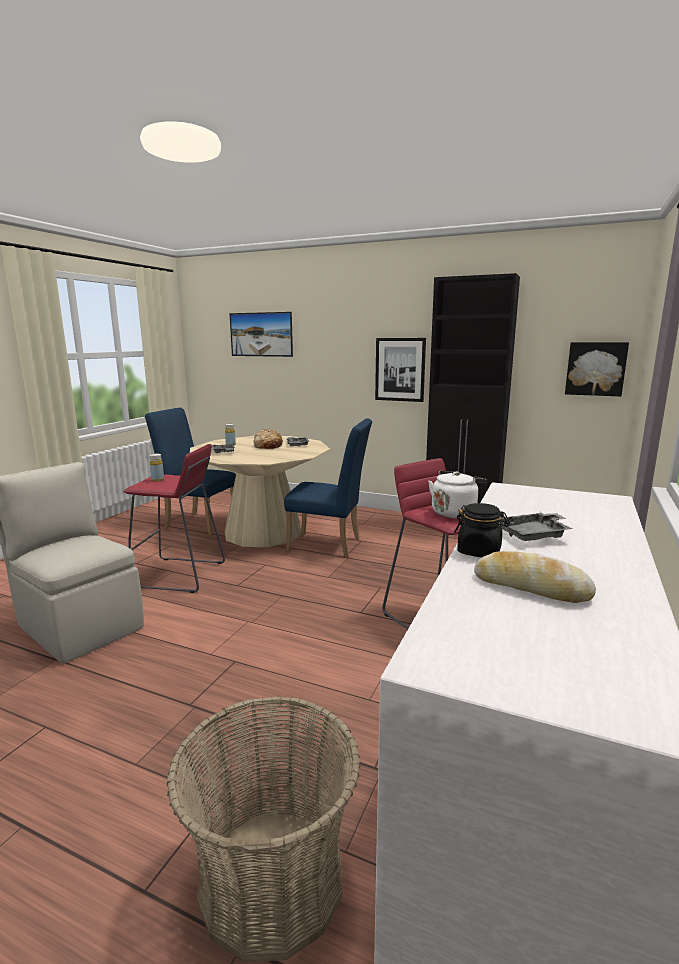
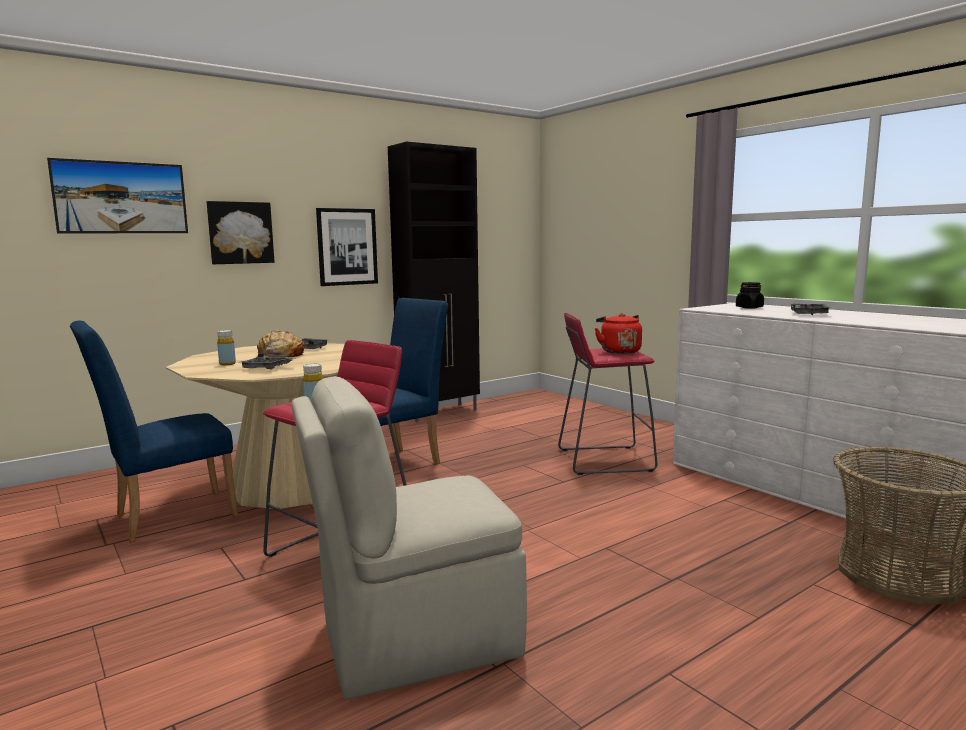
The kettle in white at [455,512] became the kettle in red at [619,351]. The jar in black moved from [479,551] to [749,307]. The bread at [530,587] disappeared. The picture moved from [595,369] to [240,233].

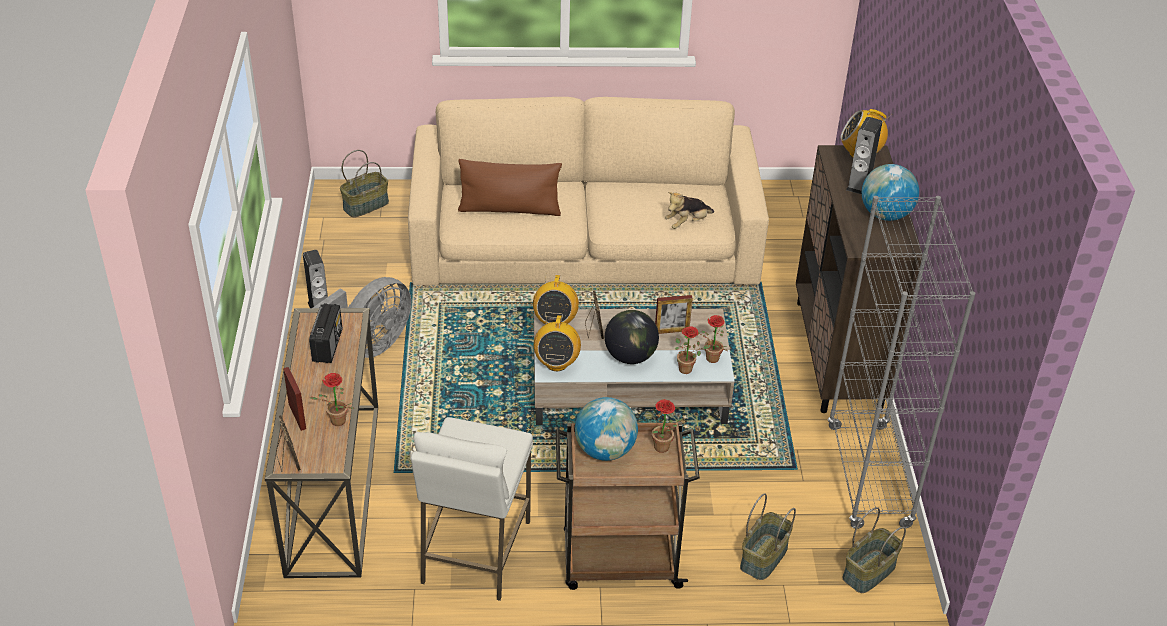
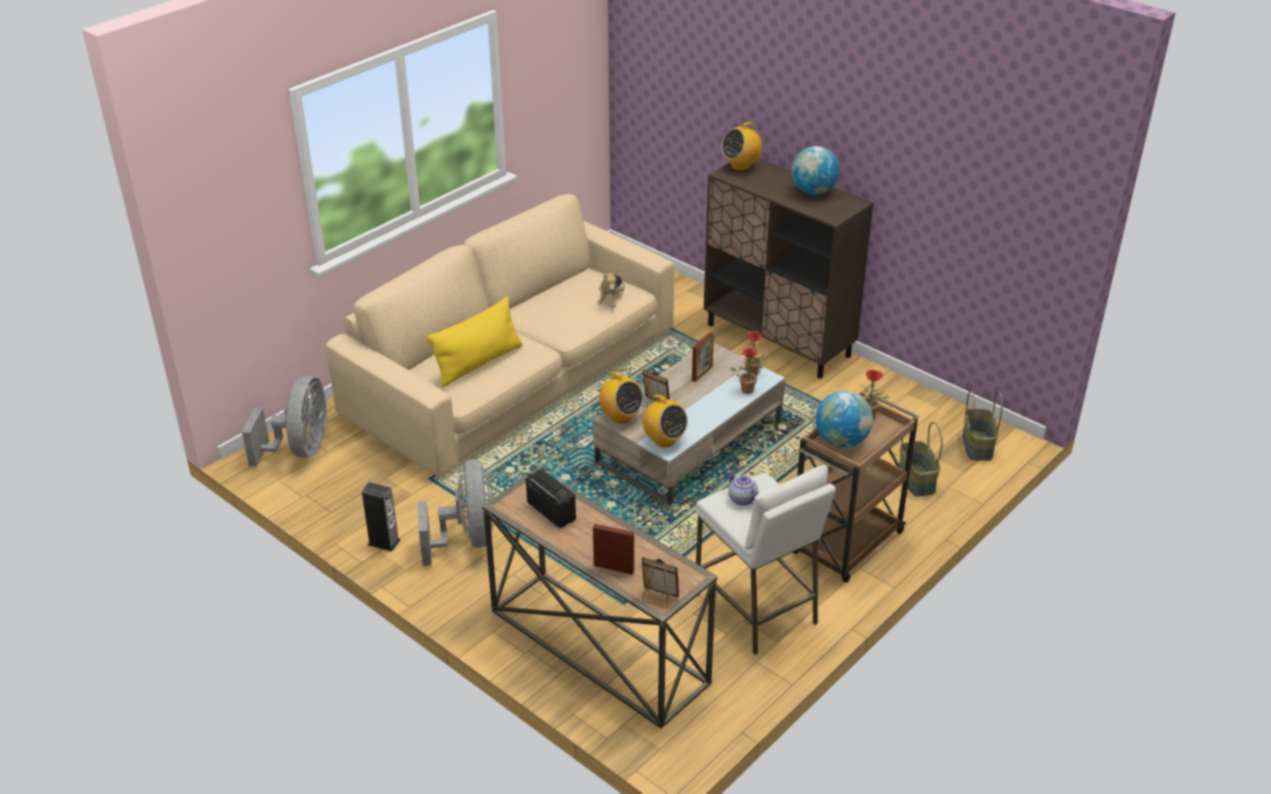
The potted plant at [335,422] disappeared. The basket at [366,205] was replaced by the fan in grey at [300,450]. The pillow in brown at [509,209] became the pillow in yellow at [478,363]. The globe at [630,356] disappeared. The bookcase in grey at [868,477] disappeared. The speaker at [859,185] disappeared. The teapot at [741,499] appeared.

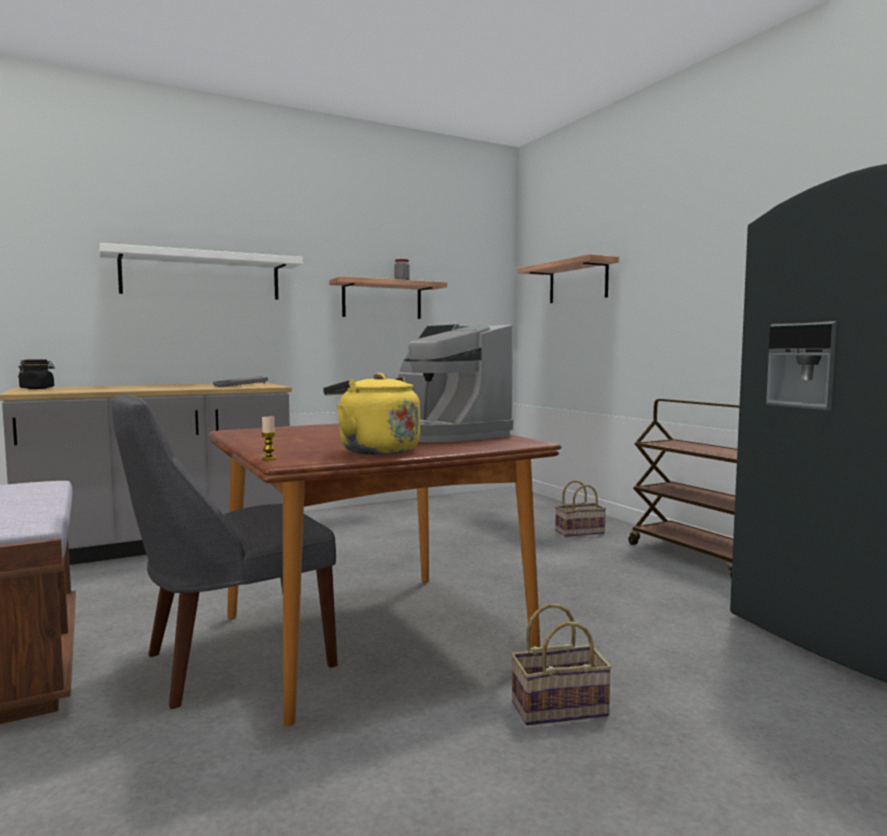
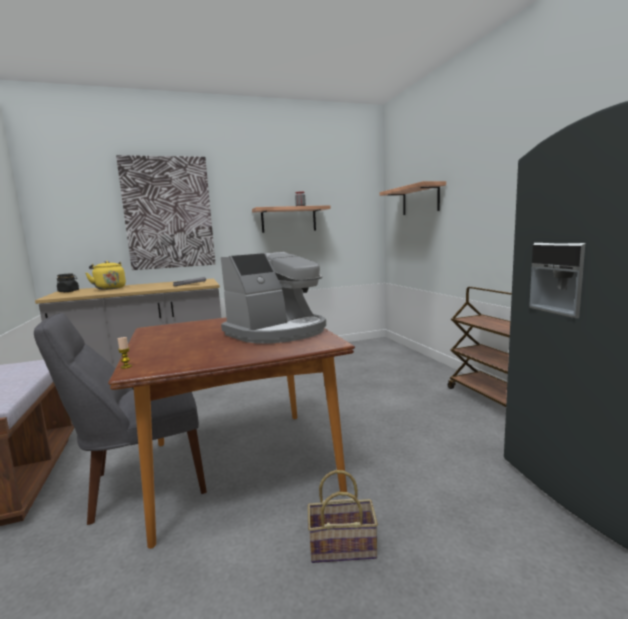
The shelf in white at [202,276] was replaced by the picture at [168,213]. The kettle in yellow moved from [374,451] to [109,288]. The coffee machine at [439,434] turned 105 degrees counterclockwise. The basket at [580,532] disappeared.

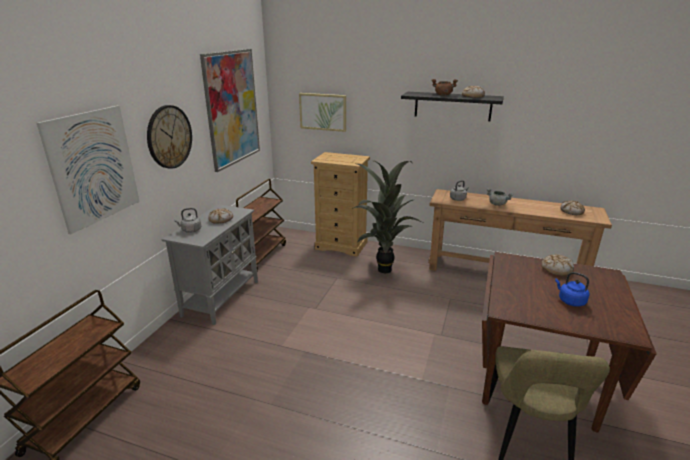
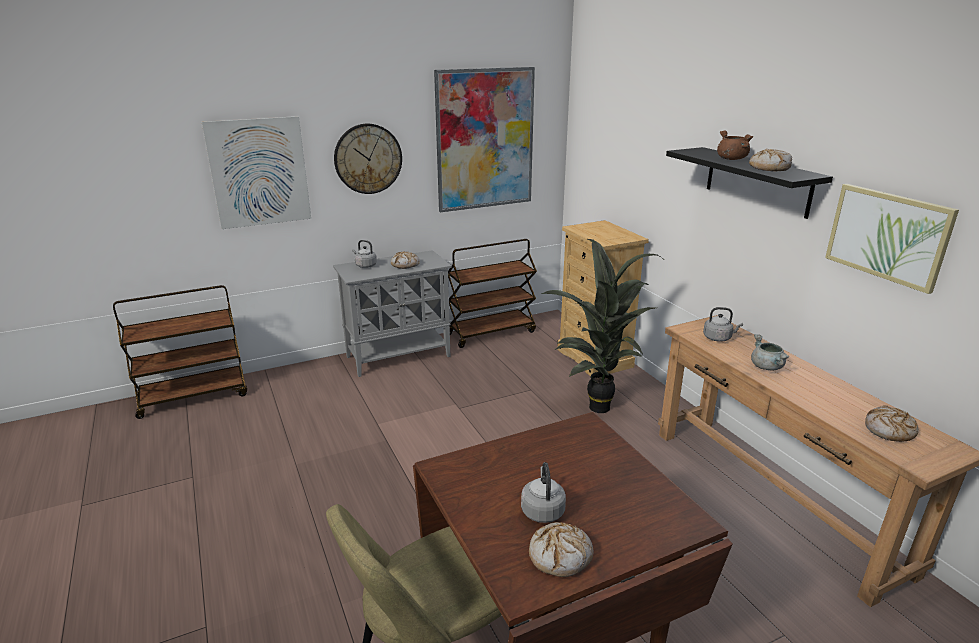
The picture moved from [323,112] to [887,235]. The bread moved from [556,269] to [560,556]. The kettle in blue at [570,301] became the kettle in grey at [542,510].

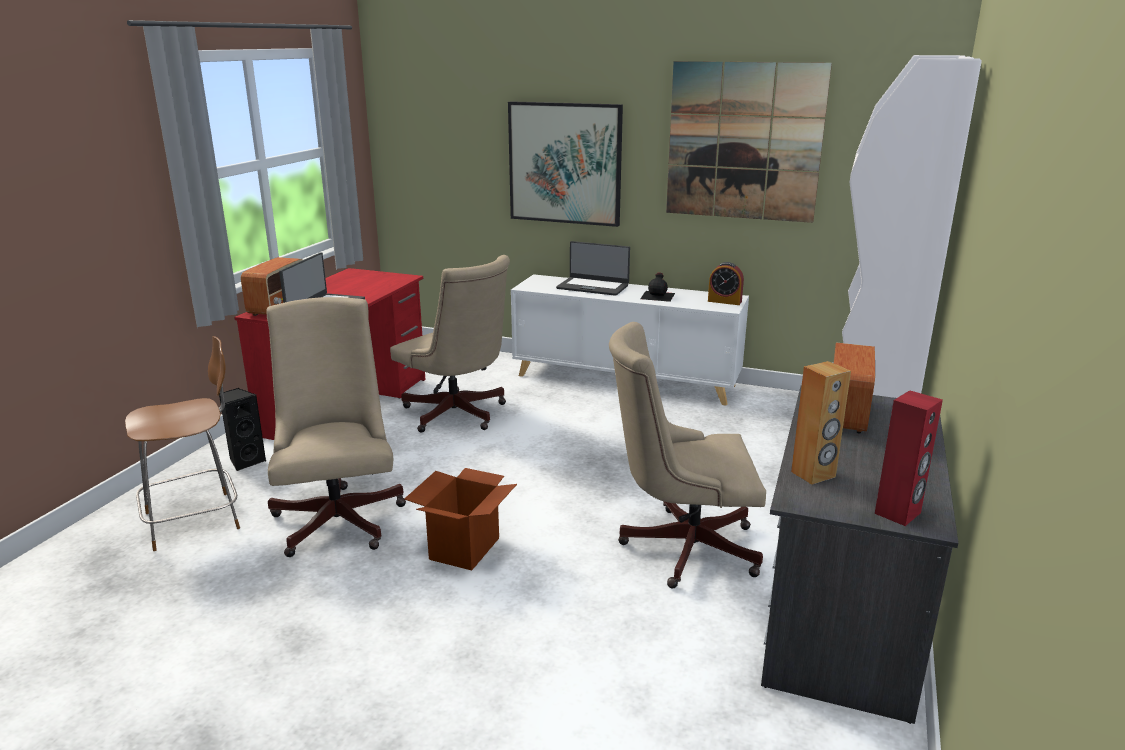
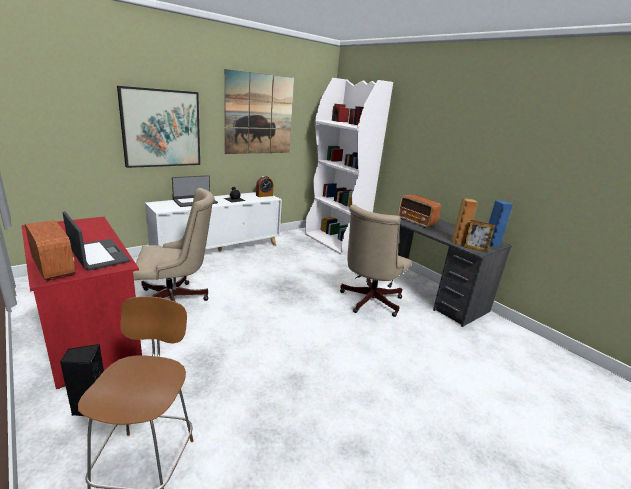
The office chair in beige at [340,516] disappeared. The cardboard box at [464,548] disappeared. The speaker in red at [898,513] became the speaker in blue at [491,244]. The picture frame at [475,249] appeared.

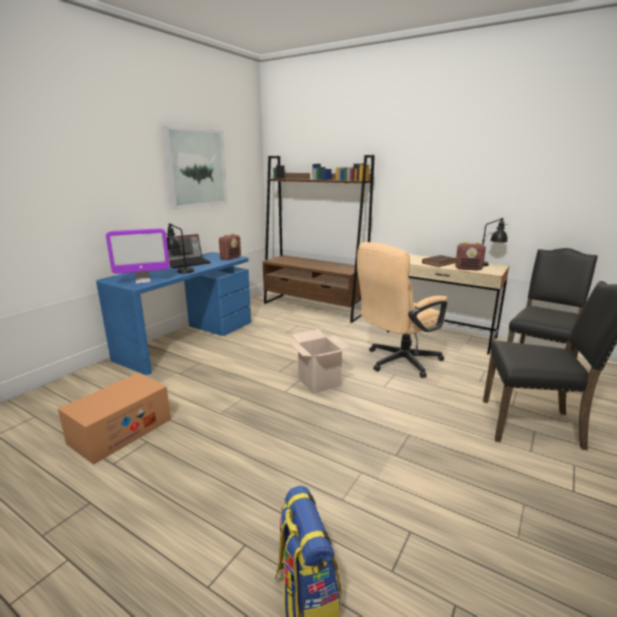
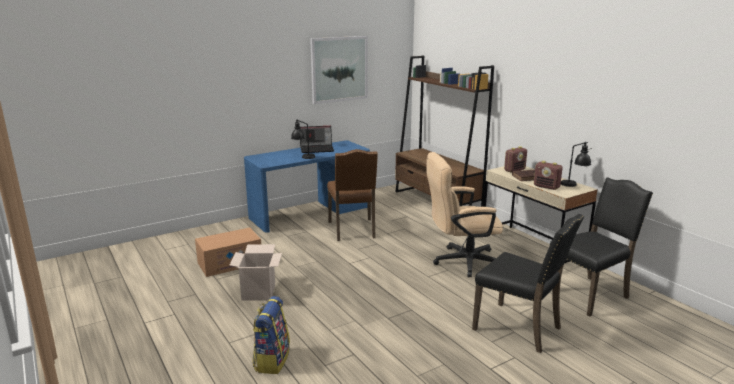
The monitor at [143,281] disappeared. The radio moved from [230,258] to [514,170]. The cardboard box moved from [319,382] to [258,292]. The chair in brown at [353,230] appeared.

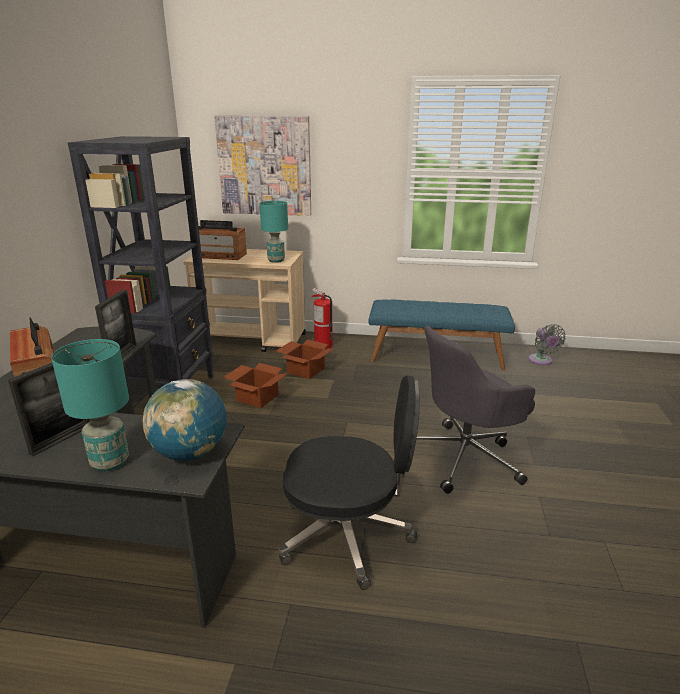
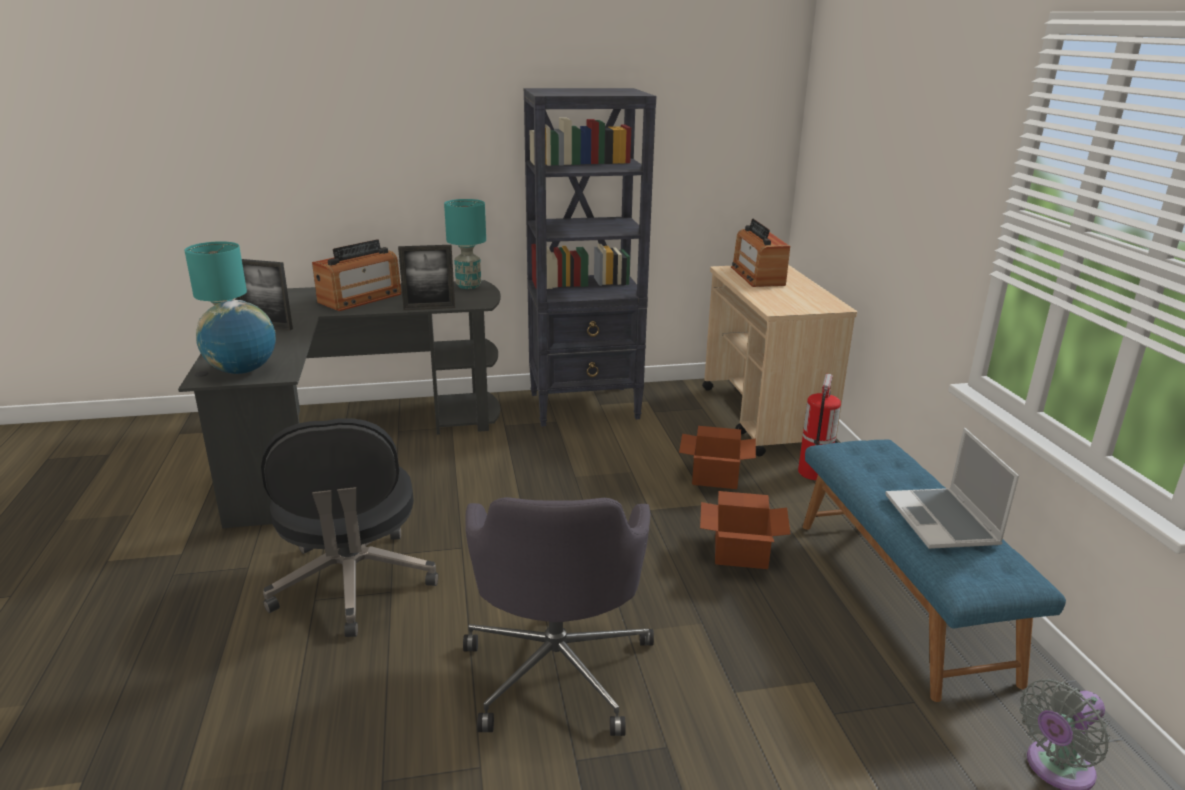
The picture at [265,166] disappeared. The cardboard box moved from [257,397] to [742,551]. The table lamp in turquoise moved from [276,260] to [468,286]. The office chair in grey at [465,457] turned 135 degrees counterclockwise. The laptop at [943,521] appeared.

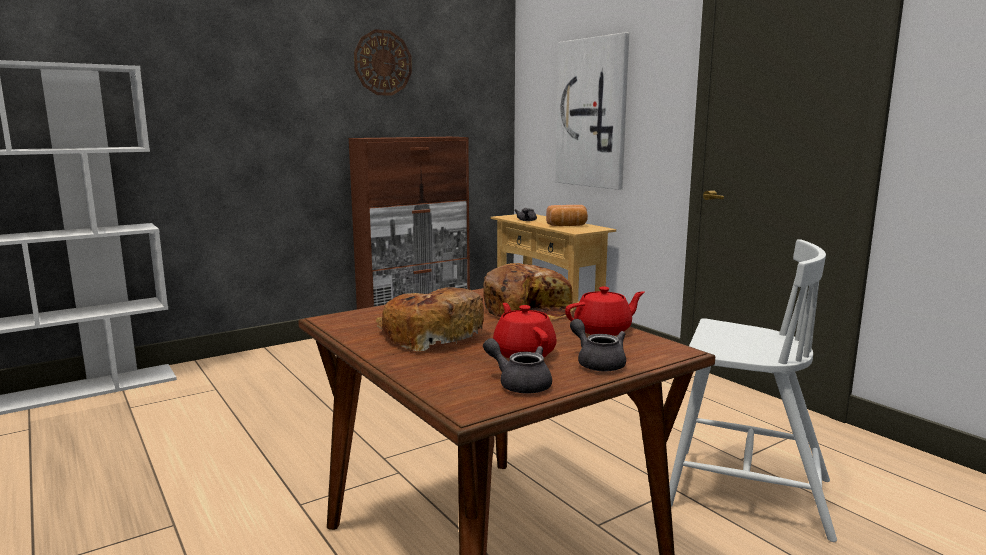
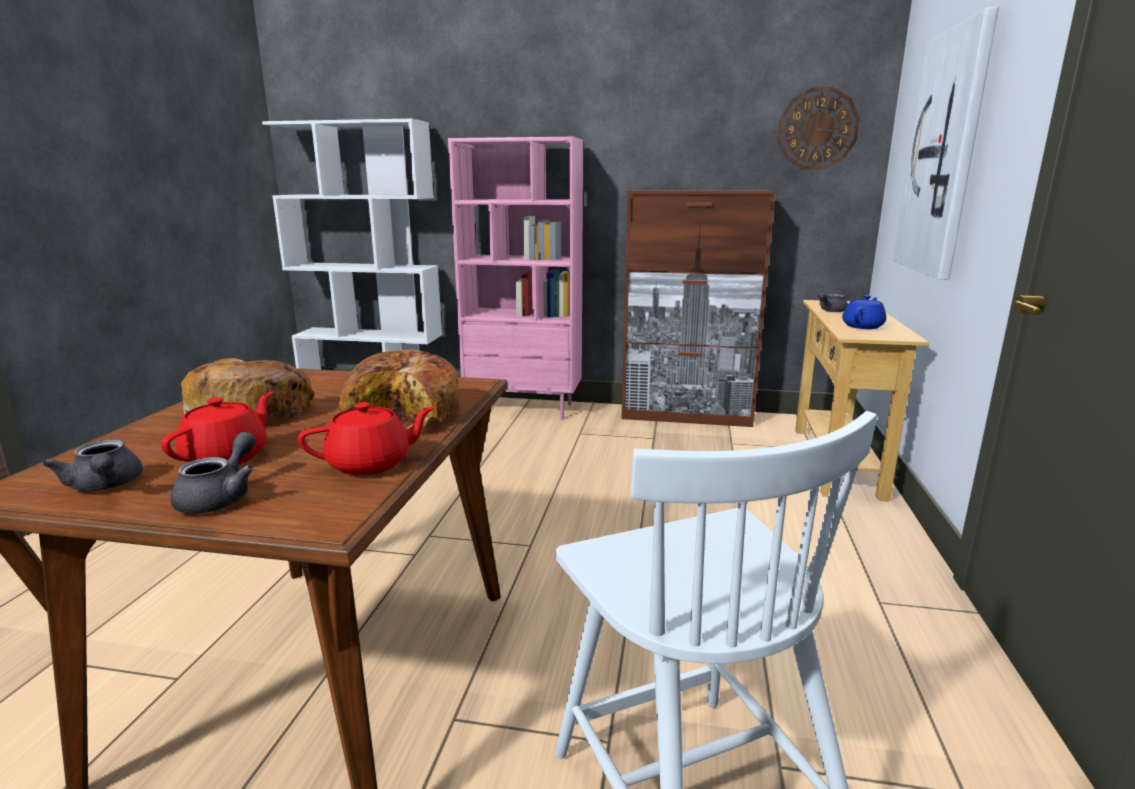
The wall clock moved from [383,63] to [817,129]. The teapot in grey at [519,384] turned 150 degrees clockwise. The bread at [567,226] was replaced by the teapot in blue at [863,326]. The teapot in red at [604,330] turned 45 degrees counterclockwise. The bookcase in pink at [524,408] appeared.

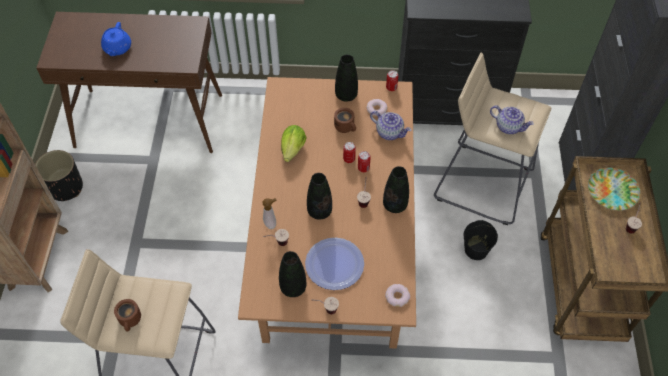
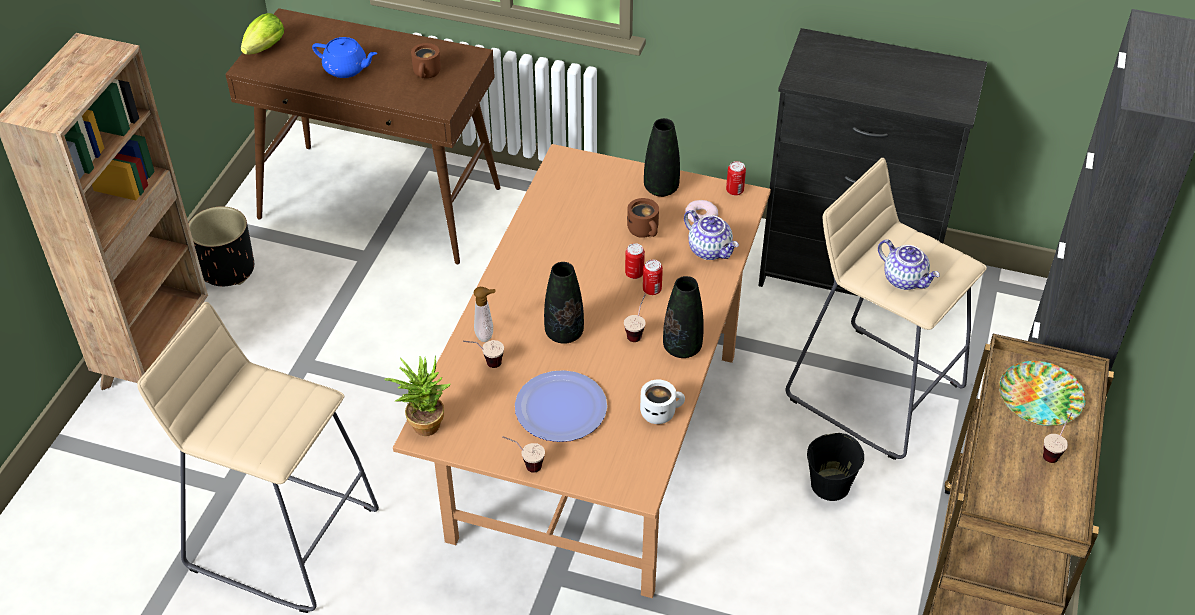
The teapot in blue at [117,48] turned 90 degrees counterclockwise. The mug in brown moved from [131,320] to [427,74]. The vase in black at [293,287] disappeared. The lettuce moved from [292,151] to [263,50]. The donut at [397,296] disappeared. The potted plant at [423,422] appeared. The mug in white at [660,411] appeared.

